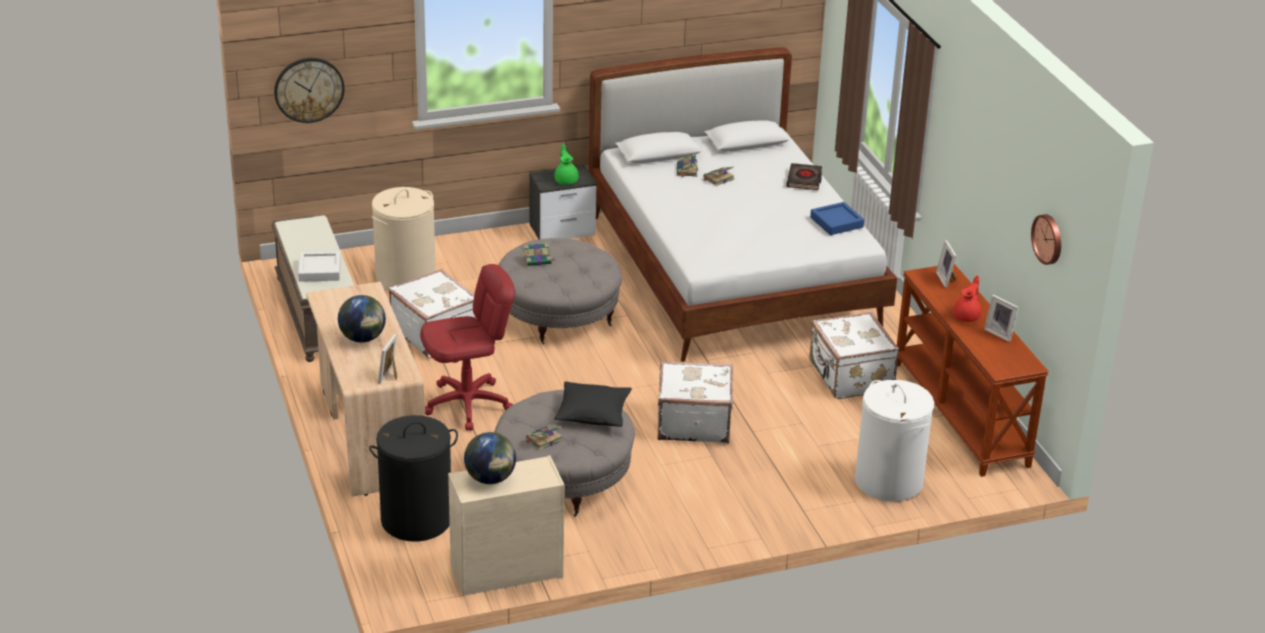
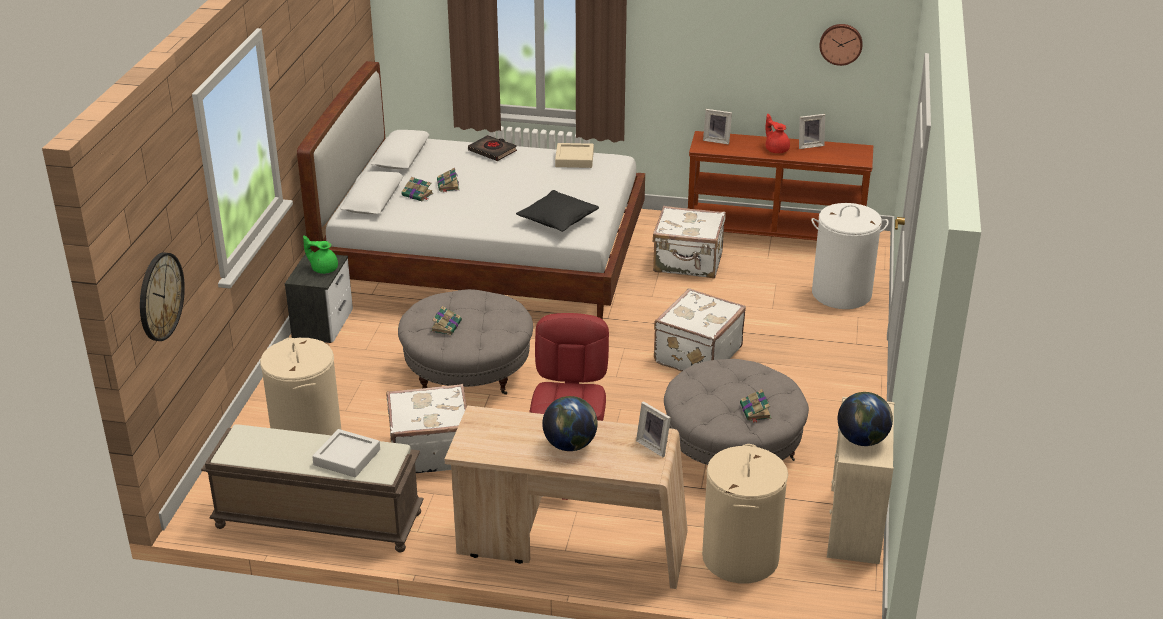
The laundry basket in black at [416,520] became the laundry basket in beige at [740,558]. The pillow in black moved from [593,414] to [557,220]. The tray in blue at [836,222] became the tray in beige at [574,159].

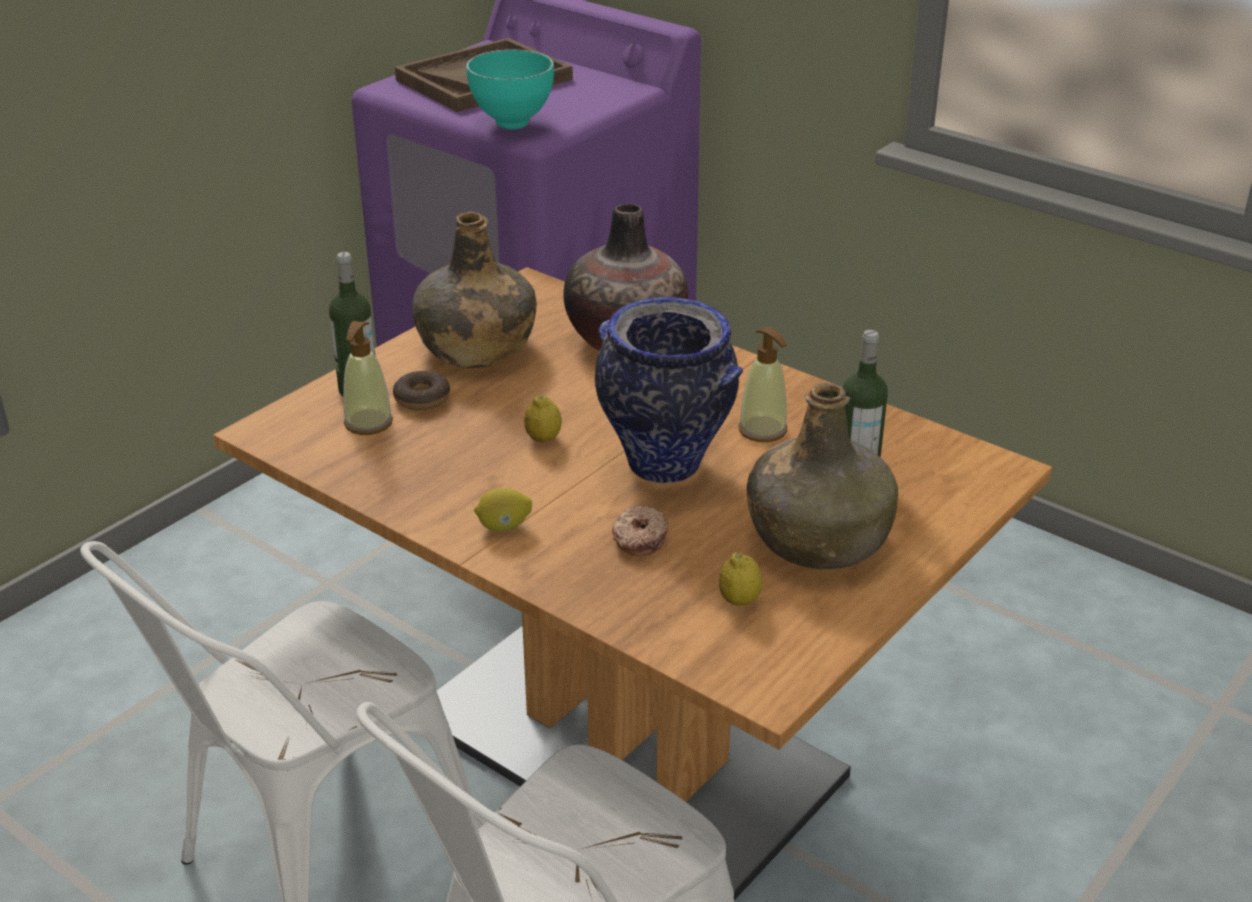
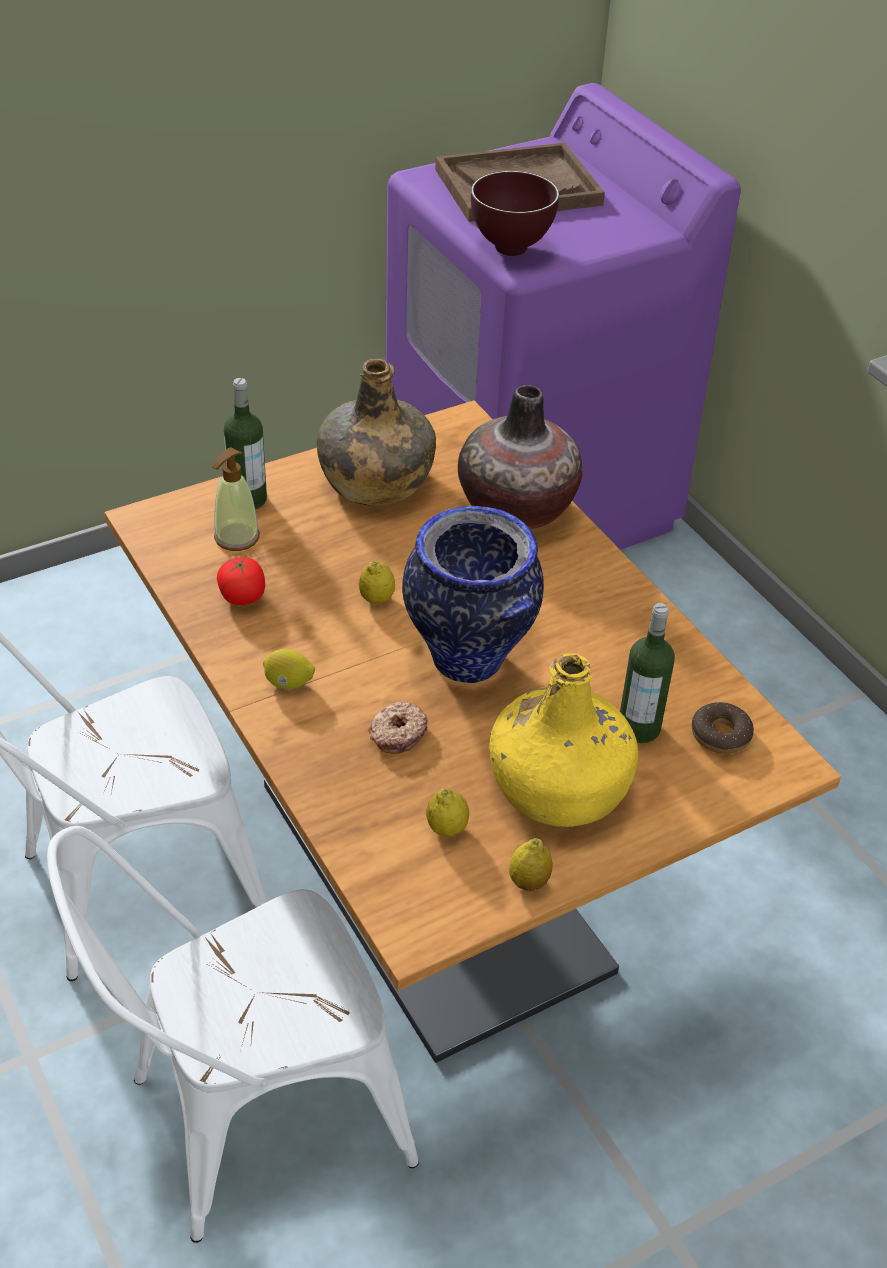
The donut moved from [422,399] to [720,735]. The bowl in turquoise at [513,124] became the bowl in brown at [512,248]. The soap dispenser at [763,430] disappeared. The bottle in green at [818,539] became the bottle in yellow at [559,786]. The tomato at [242,597] appeared. The lemon at [529,881] appeared.

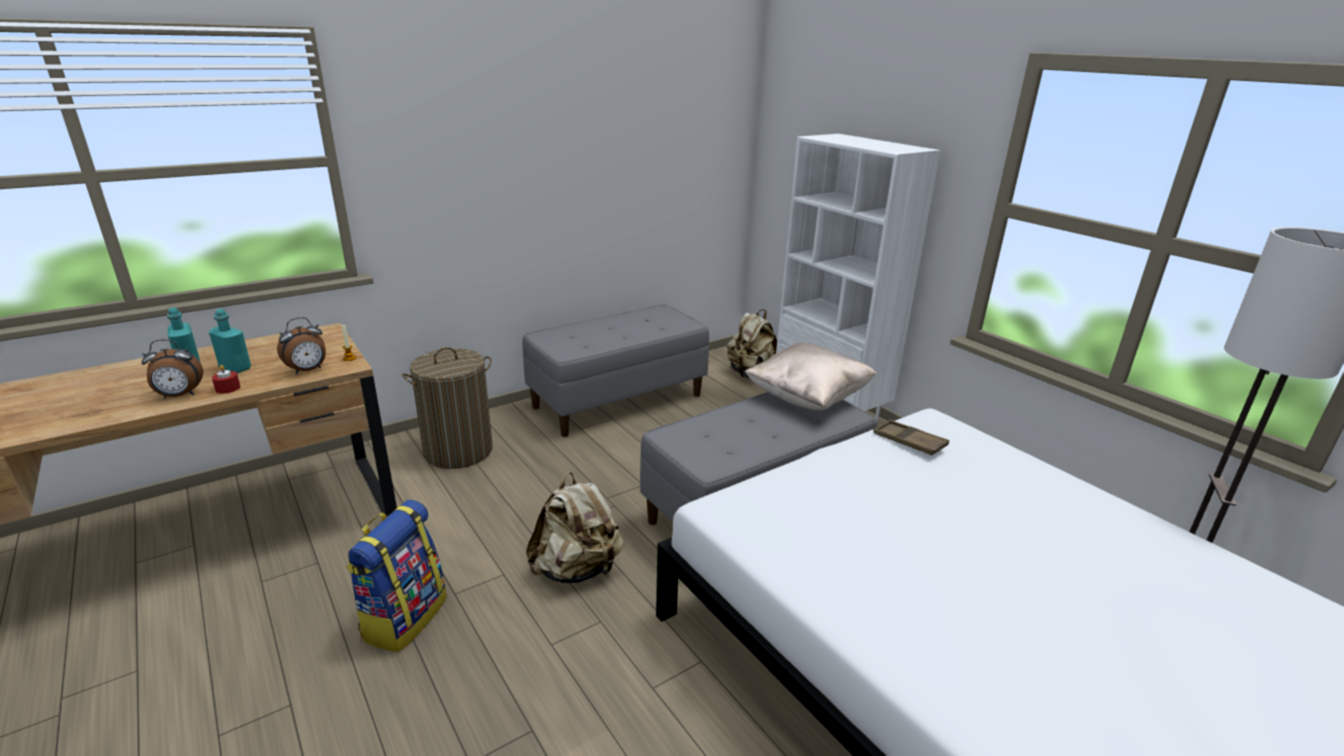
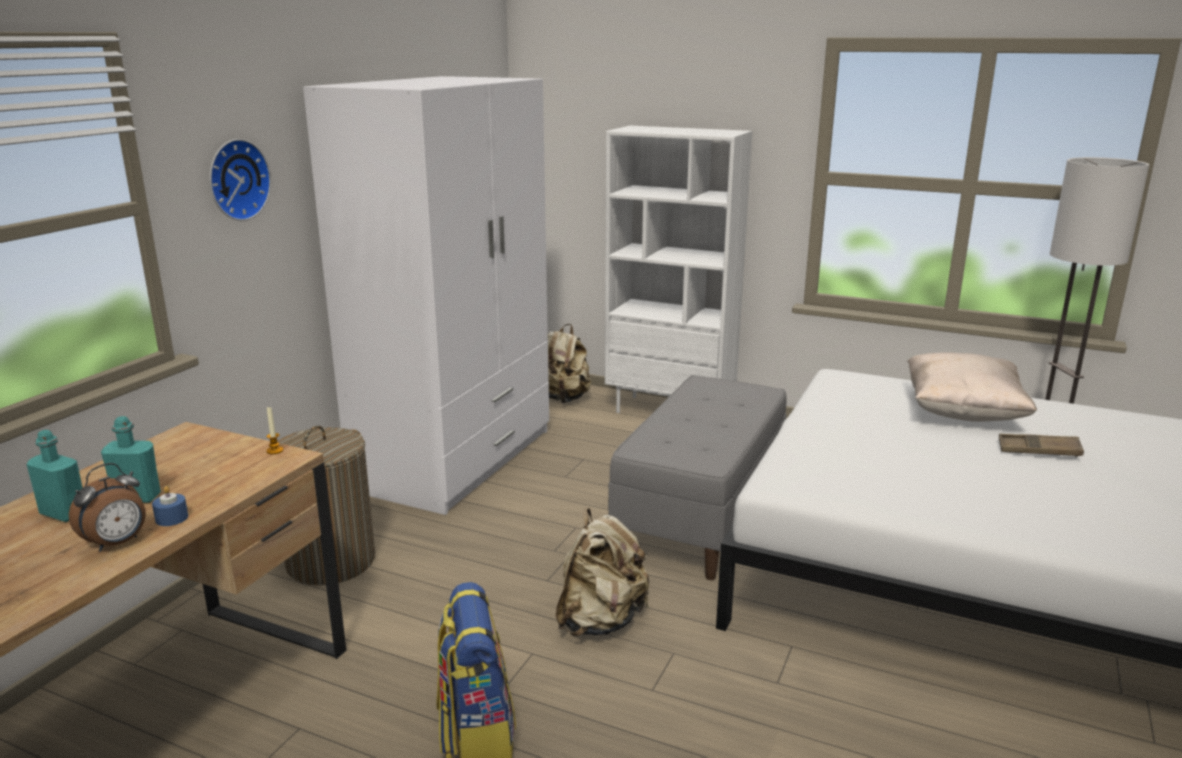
The candle in red at [228,388] became the candle in blue at [172,518]. The alarm clock at [308,370] disappeared. The bench in grey at [618,400] was replaced by the wardrobe in white at [457,459]. The pillow in beige moved from [808,398] to [963,413]. The tray in brown moved from [909,442] to [1038,450]. The wall clock at [236,179] appeared.

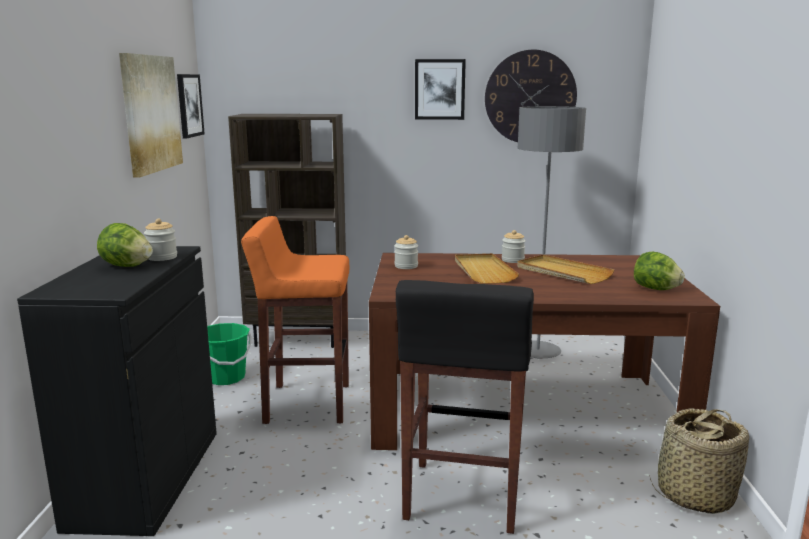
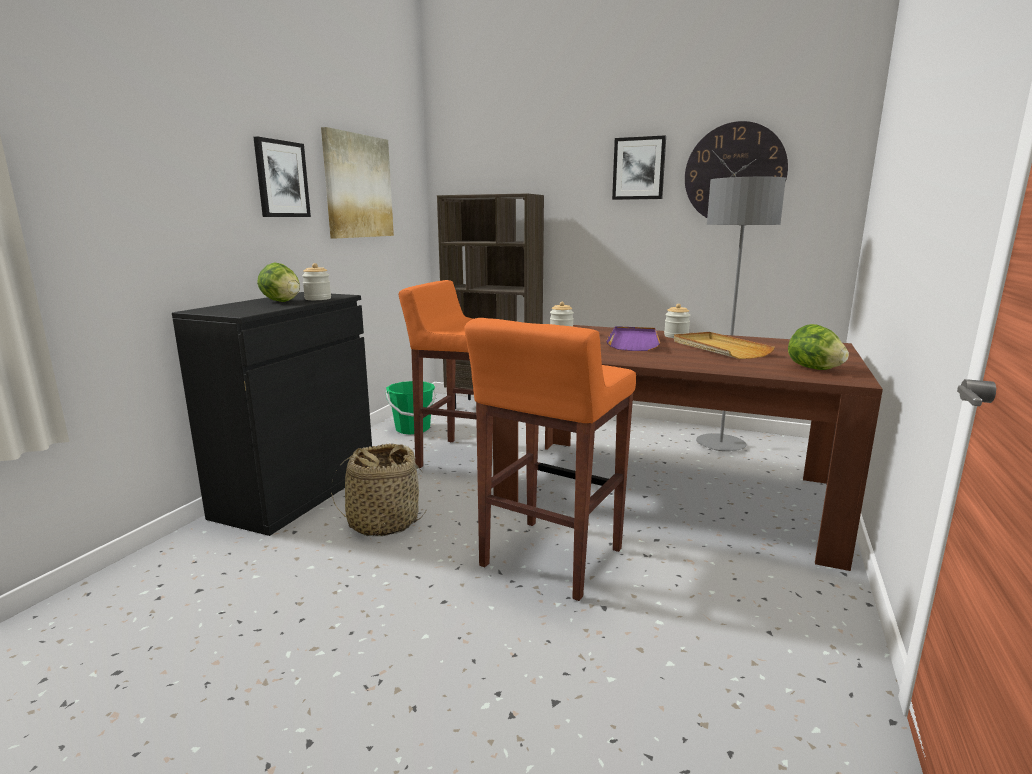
The picture moved from [189,105] to [281,179]. The stool in black at [462,498] became the stool in orange at [550,558]. The tray in beige at [483,271] became the tray in purple at [633,341]. The basket moved from [694,495] to [383,522].

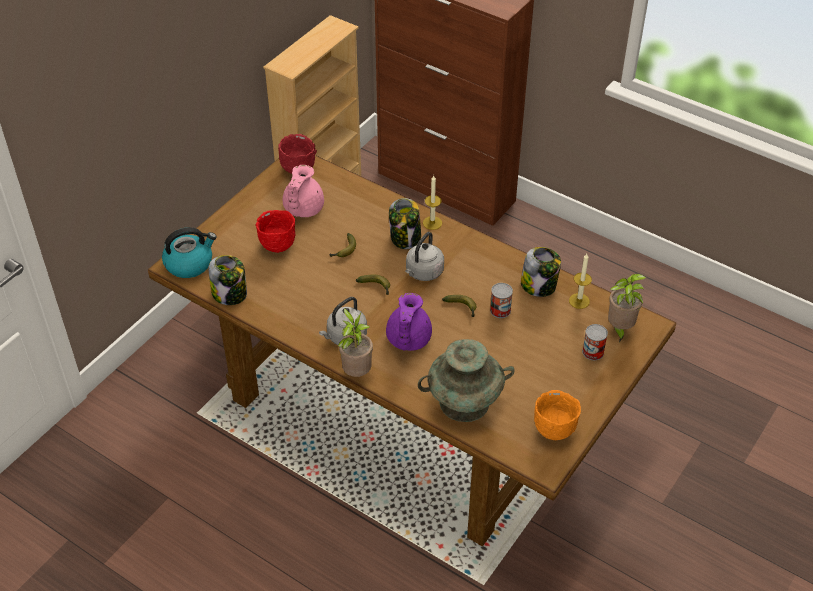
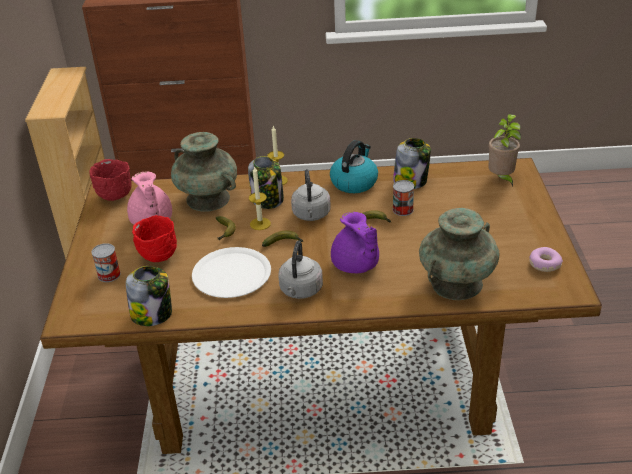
The kettle moved from [189,263] to [354,182]. The potted plant at [356,372] disappeared. The bowl in orange at [553,430] was replaced by the donut at [544,264]. The candle moved from [579,301] to [260,224]. The can moved from [593,352] to [109,275]. The vase in turquoise at [208,199] appeared. The plate in white at [232,274] appeared.

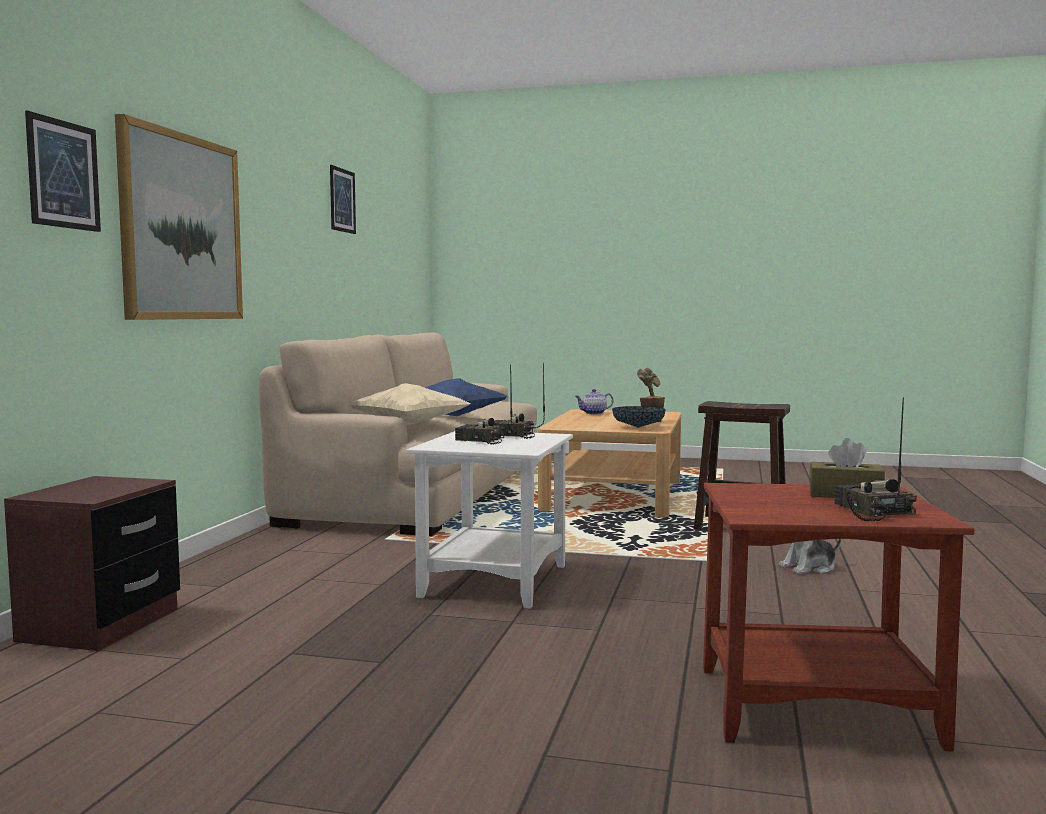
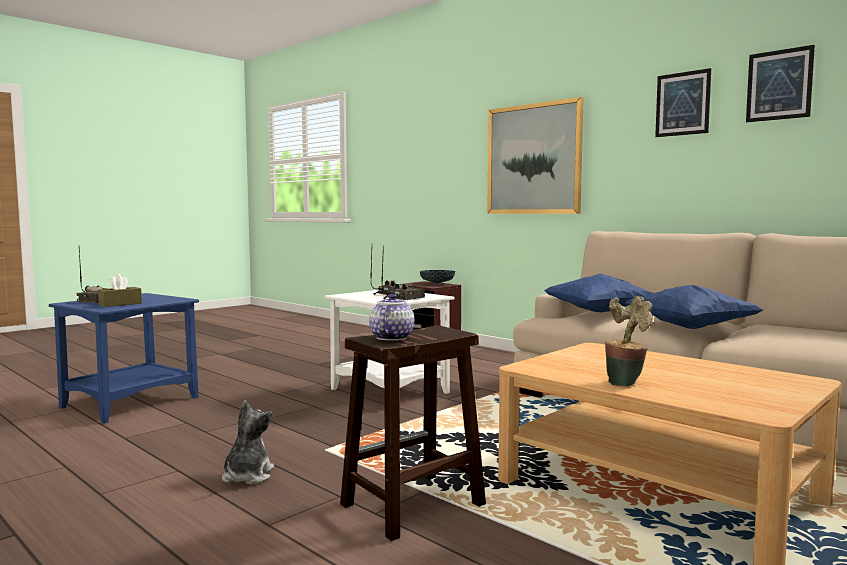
The picture moved from [63,174] to [682,104]. The pillow in beige at [410,425] became the pillow in blue at [599,312]. The teapot moved from [593,413] to [391,337]. The bowl moved from [638,427] to [437,284]. The side table in brown at [815,705] became the side table in blue at [131,403].

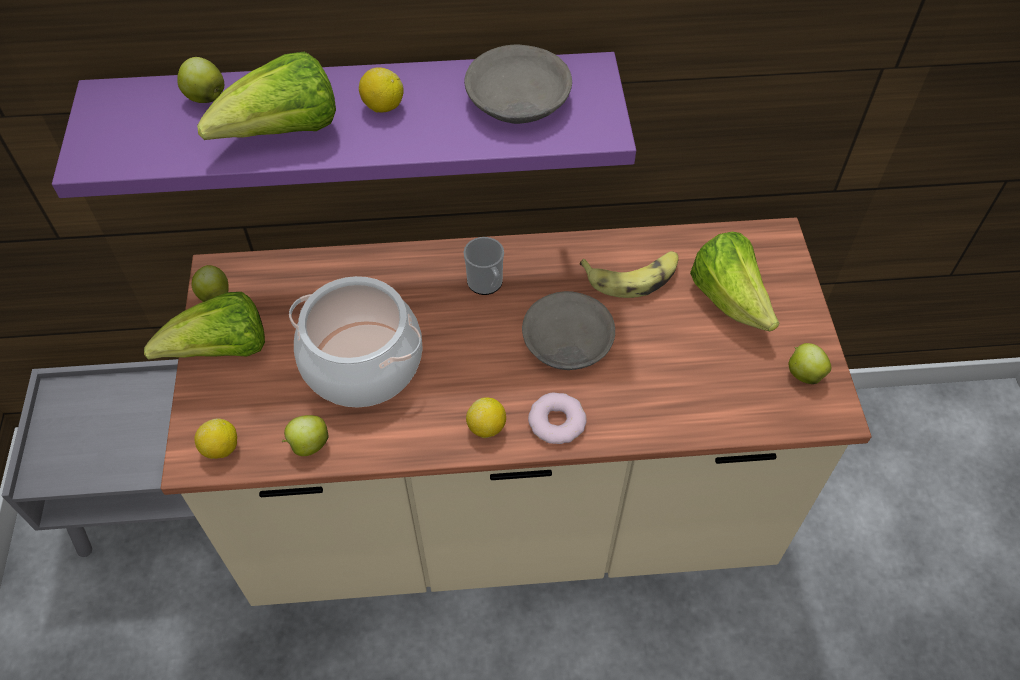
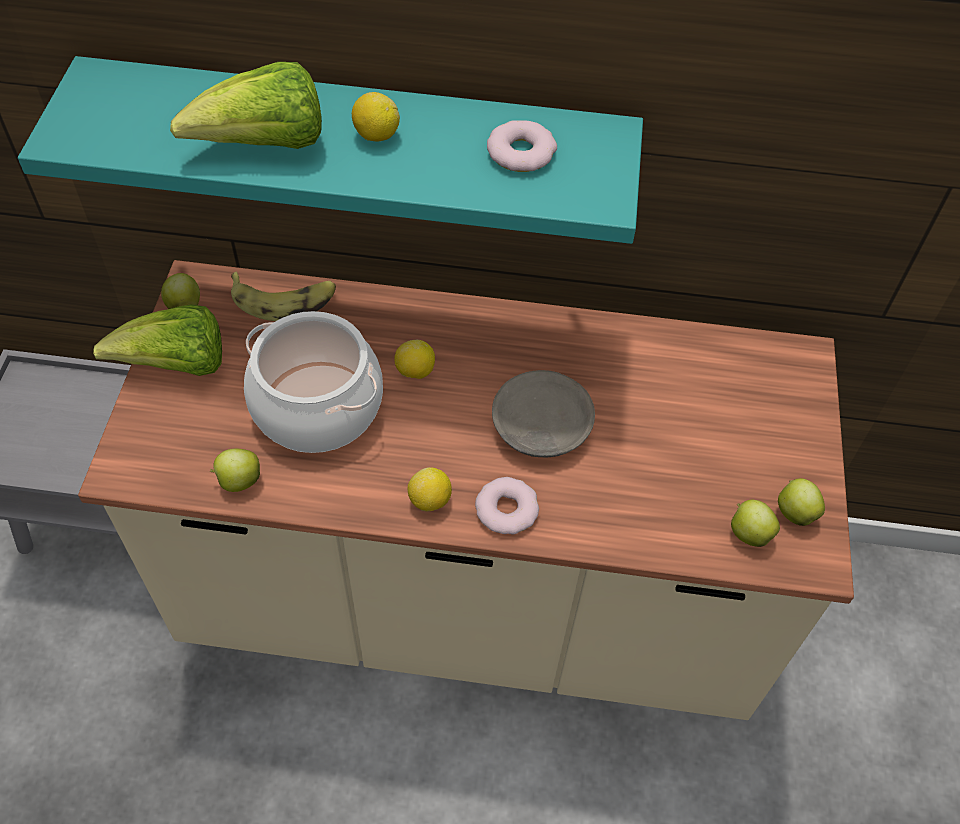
The shelf in purple at [358,112] became the shelf in turquoise at [359,138]. The apple moved from [205,97] to [748,533]. The lemon moved from [221,449] to [415,371]. The bowl in grey at [517,100] was replaced by the donut at [521,152]. The mug at [486,284] disappeared. The banana moved from [632,276] to [285,300]. The lettuce at [729,300] disappeared.

